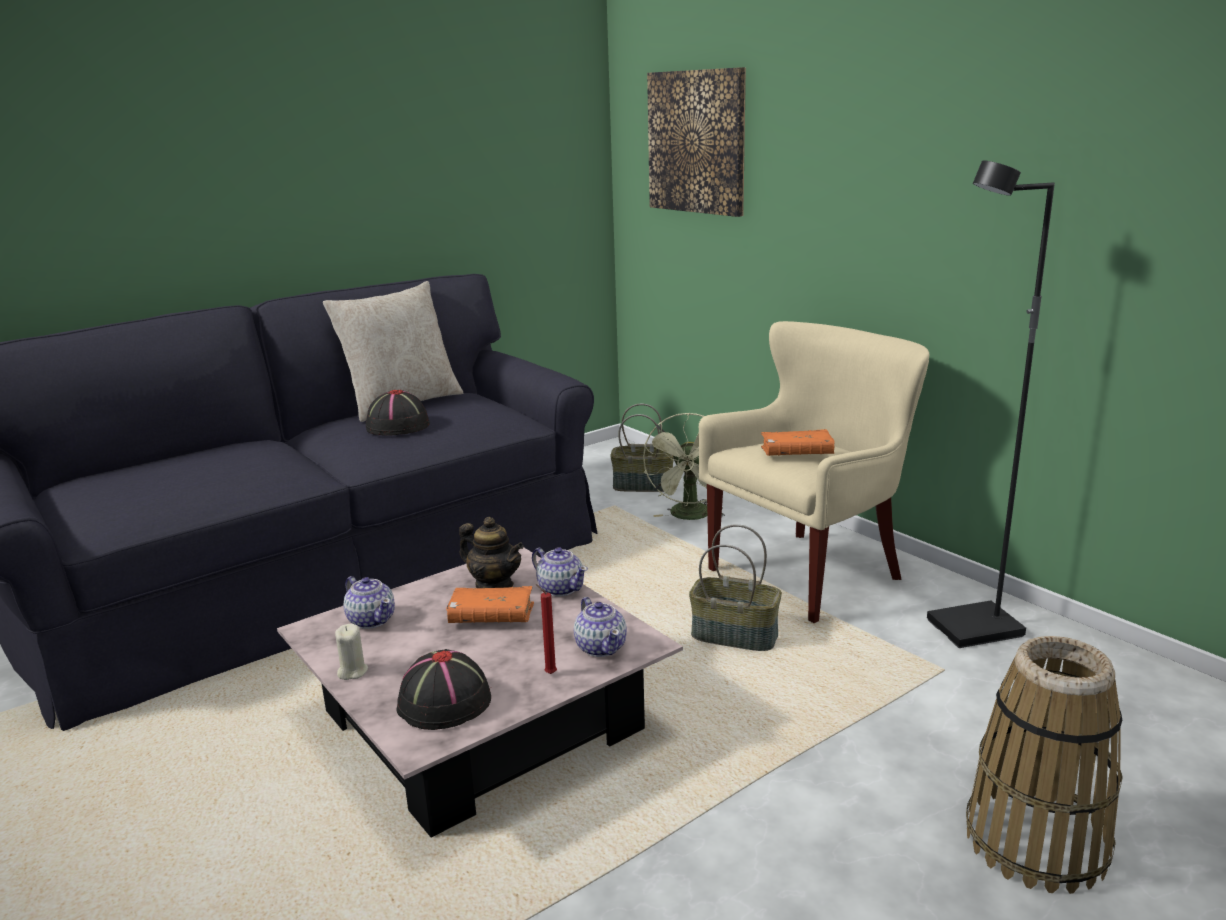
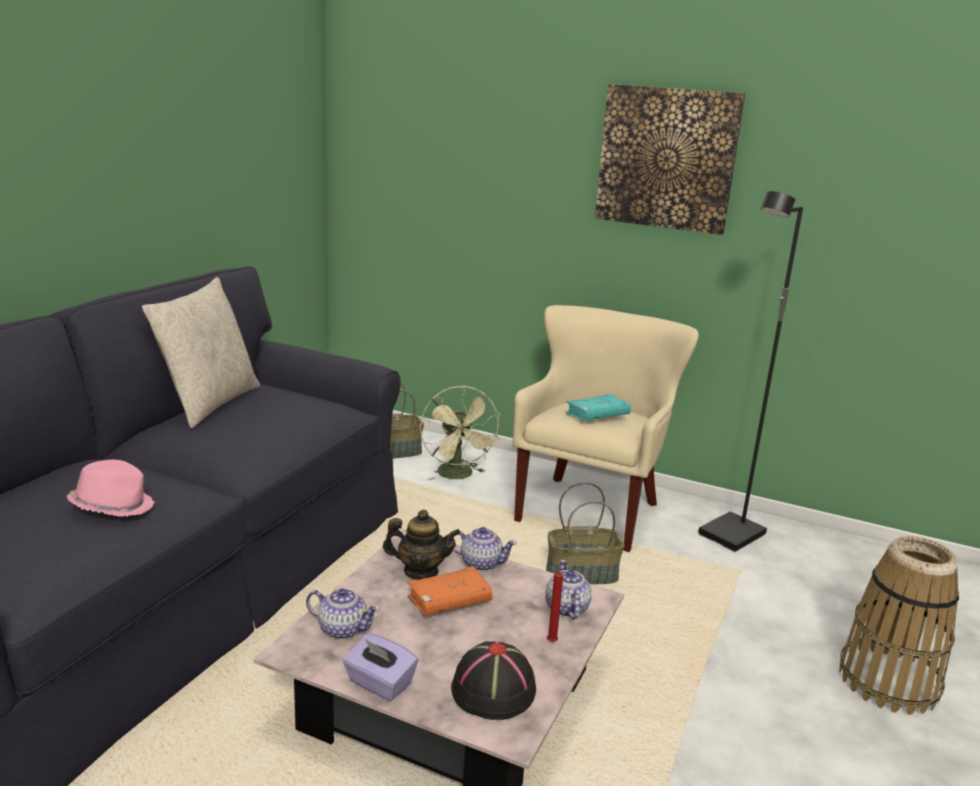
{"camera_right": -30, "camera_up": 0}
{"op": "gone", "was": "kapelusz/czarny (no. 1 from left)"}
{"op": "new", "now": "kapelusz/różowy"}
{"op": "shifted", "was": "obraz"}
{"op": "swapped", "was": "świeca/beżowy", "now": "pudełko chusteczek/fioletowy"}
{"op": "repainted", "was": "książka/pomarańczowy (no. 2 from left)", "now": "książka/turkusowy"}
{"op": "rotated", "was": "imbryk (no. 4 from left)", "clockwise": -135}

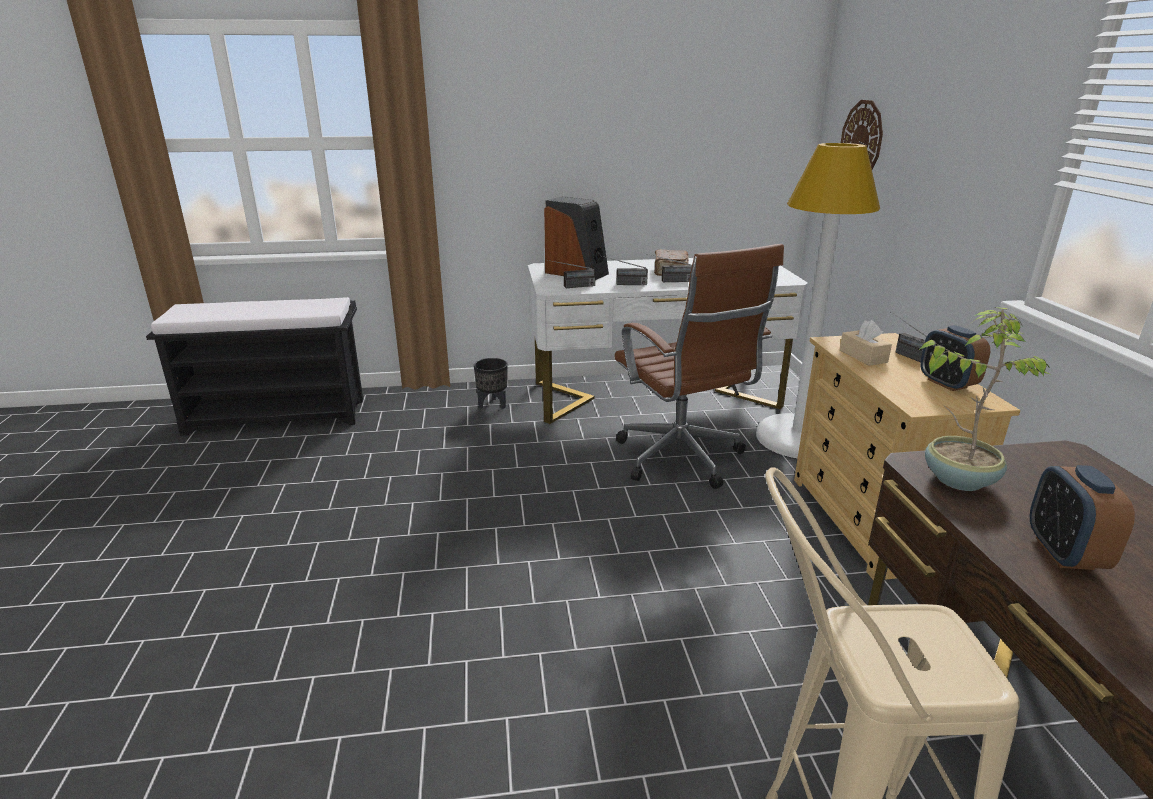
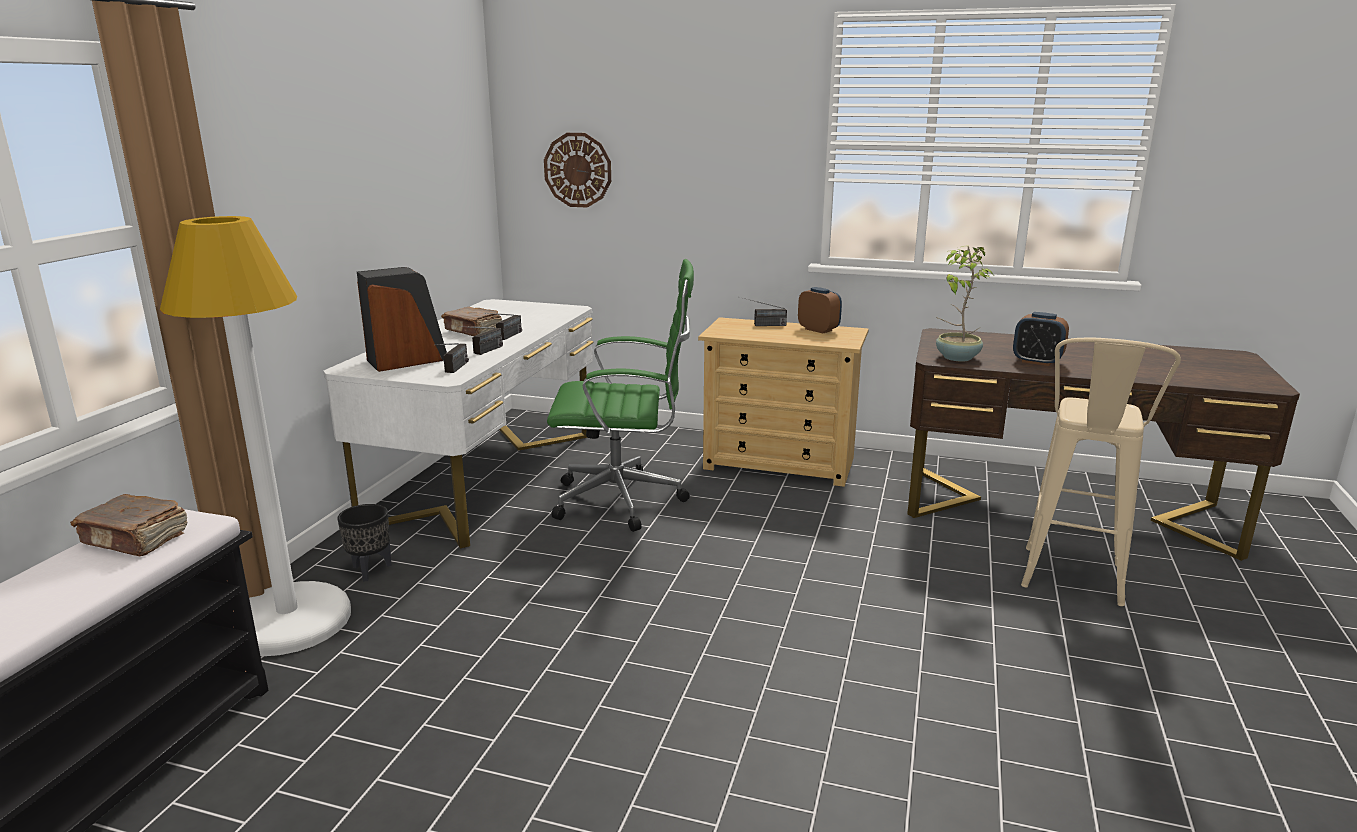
{"camera_right": -65, "camera_up": -5}
{"op": "gone", "was": "pudełko chusteczek/beżowy"}
{"op": "new", "now": "książka/brązowy (no. 1 from left)"}
{"op": "shifted", "was": "lampa stojąca/biały"}
{"op": "repainted", "was": "krzesło biurowe/brązowy", "now": "krzesło biurowe/zielony"}
{"op": "rotated", "was": "budzik (no. 1 from left)", "clockwise": -135}

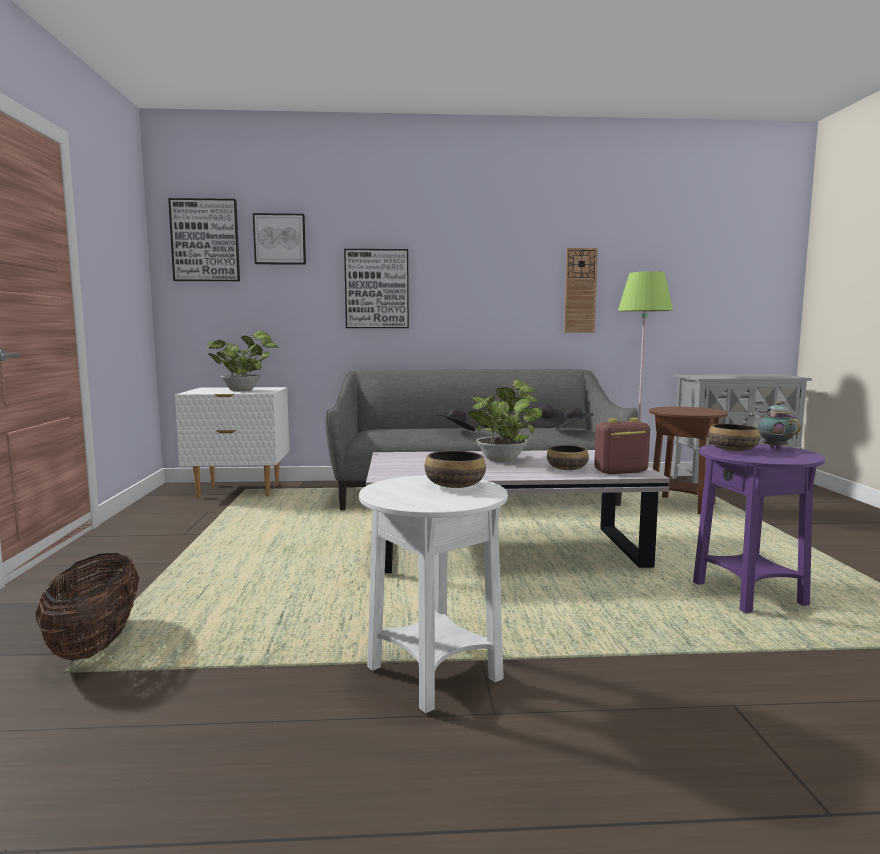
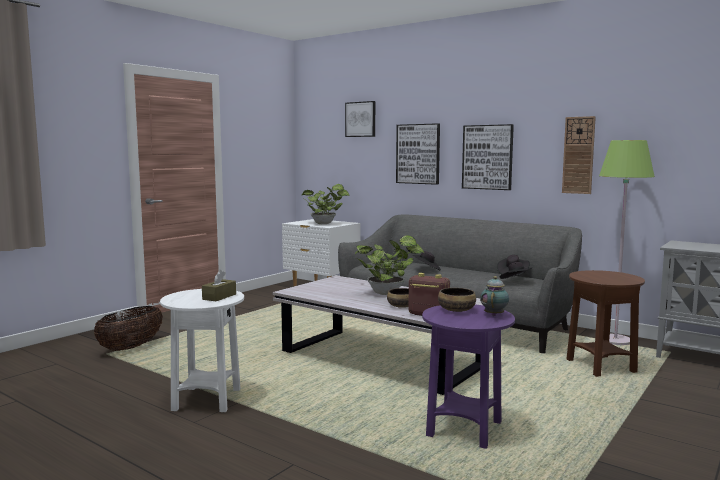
{"camera_right": 40, "camera_up": 0}
{"op": "shifted", "was": "obraz (no. 1 from left in the first image)", "now": "obraz (no. 3 from left)"}
{"op": "swapped", "was": "miska (no. 1 from left)", "now": "pudełko chusteczek/brązowy"}

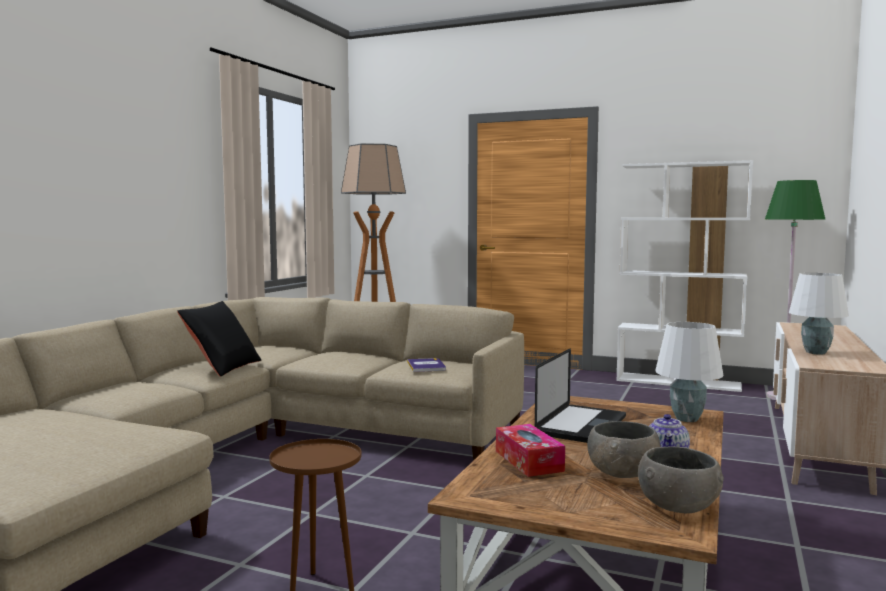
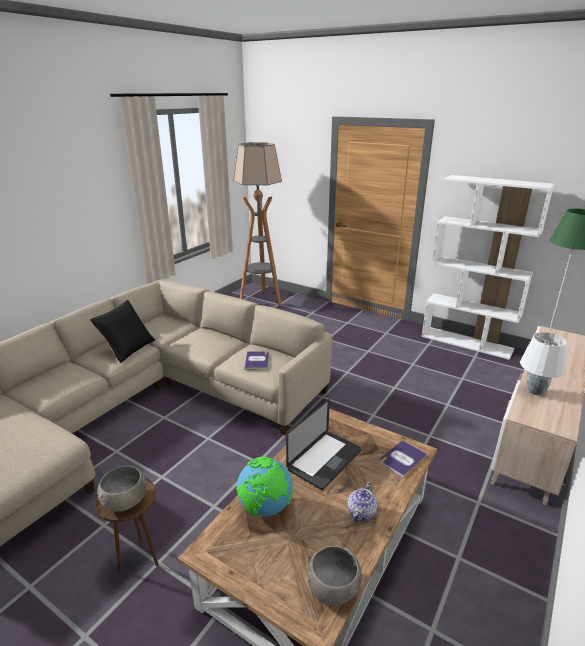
{"camera_right": 10, "camera_up": 20}
{"op": "shifted", "was": "miska/szary (no. 1 from left)"}
{"op": "swapped", "was": "pudełko chusteczek", "now": "globus"}
{"op": "swapped", "was": "lampa stołowa/biały (no. 1 from left)", "now": "książka (no. 2 from left)"}

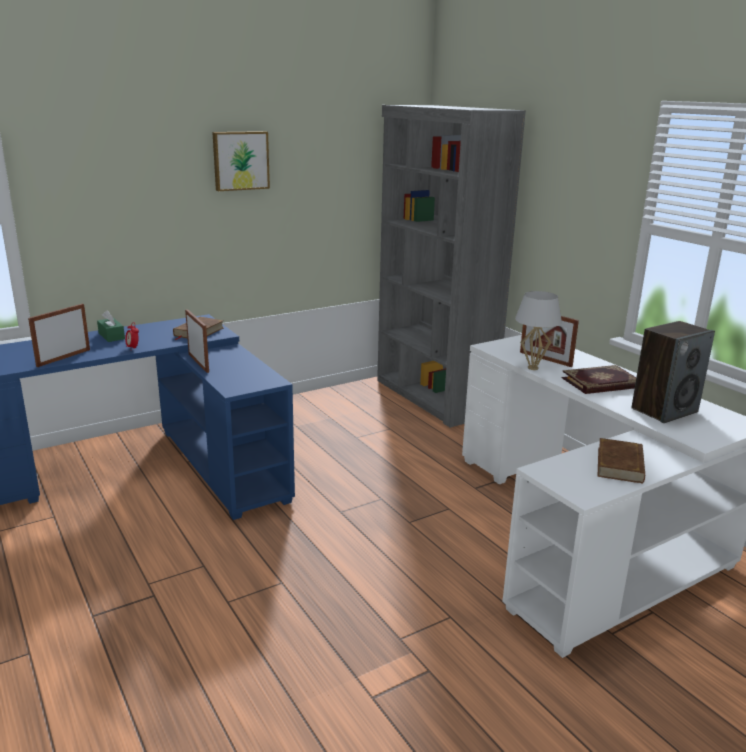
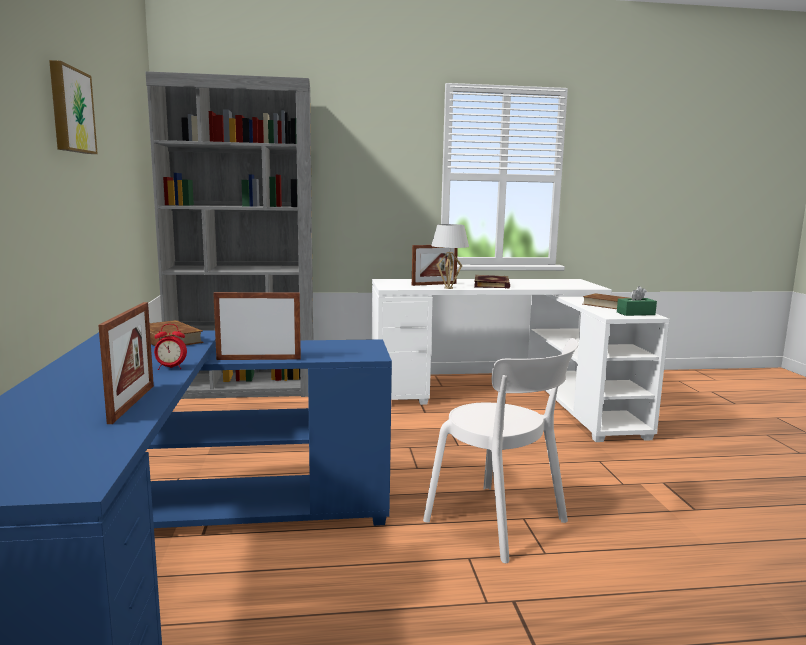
{"camera_right": -65, "camera_up": -10}
{"op": "gone", "was": "głośnik"}
{"op": "new", "now": "krzesło/biały"}
{"op": "shifted", "was": "pudełko chusteczek/zielony"}
{"op": "rotated", "was": "ramka na zdjęcie (no. 1 from left)", "clockwise": -150}

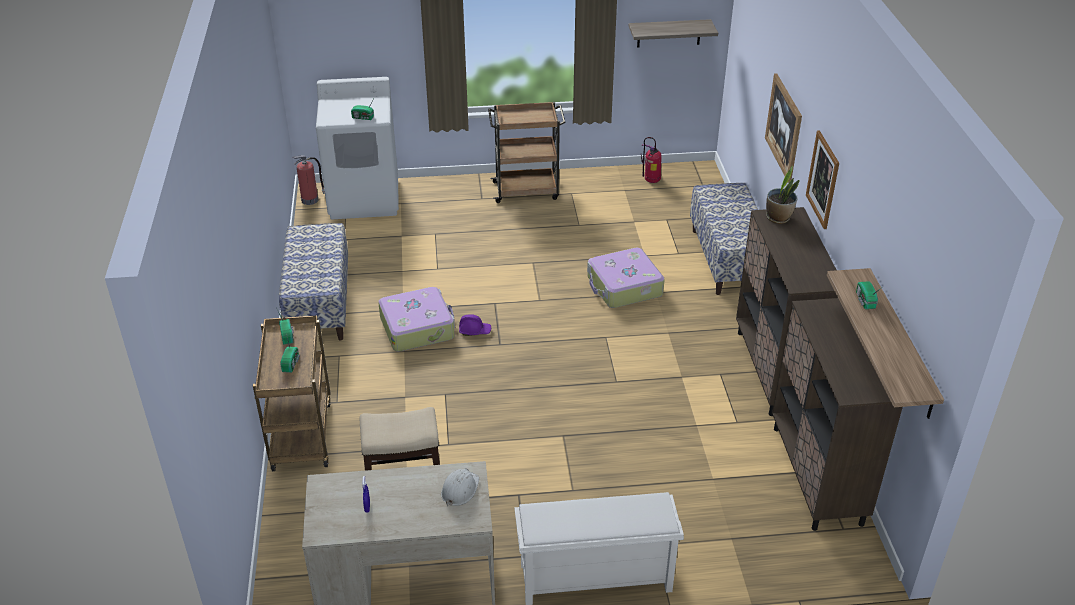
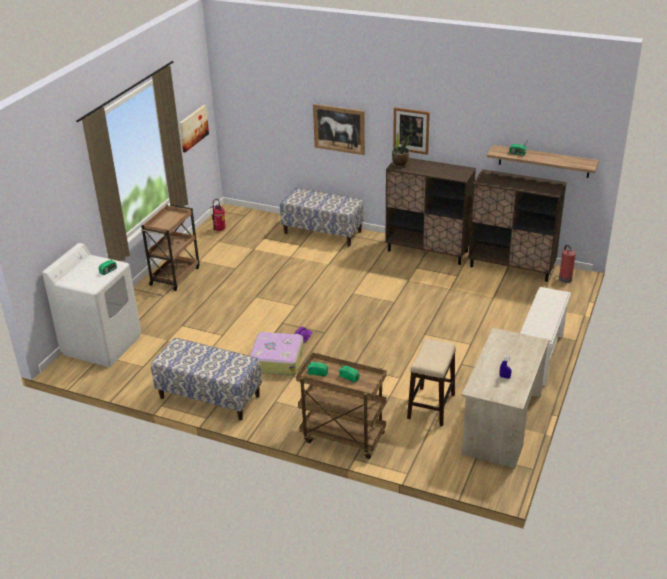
{"camera_right": -60, "camera_up": -5}
{"op": "gone", "was": "kask/biały"}
{"op": "gone", "was": "walizka (no. 2 from left)"}
{"op": "shifted", "was": "gaśnica (no. 1 from left in the first image)", "now": "gaśnica (no. 2 from left)"}
{"op": "swapped", "was": "półka (no. 1 from left)", "now": "obraz (no. 1 from left)"}

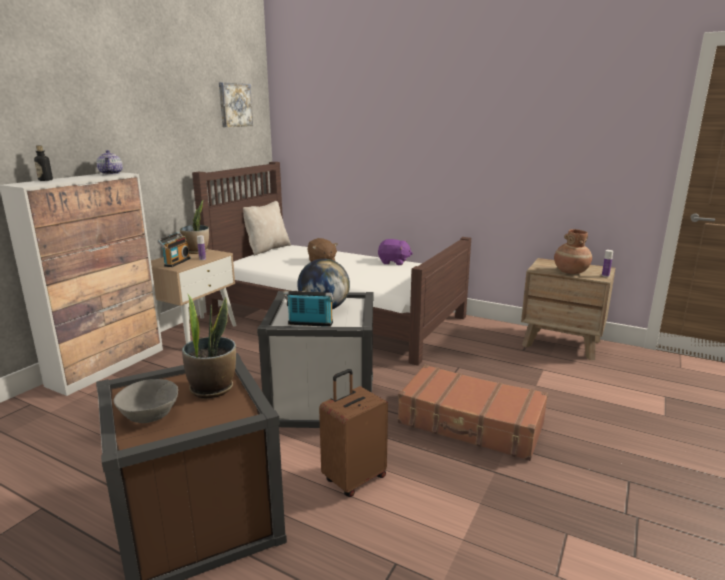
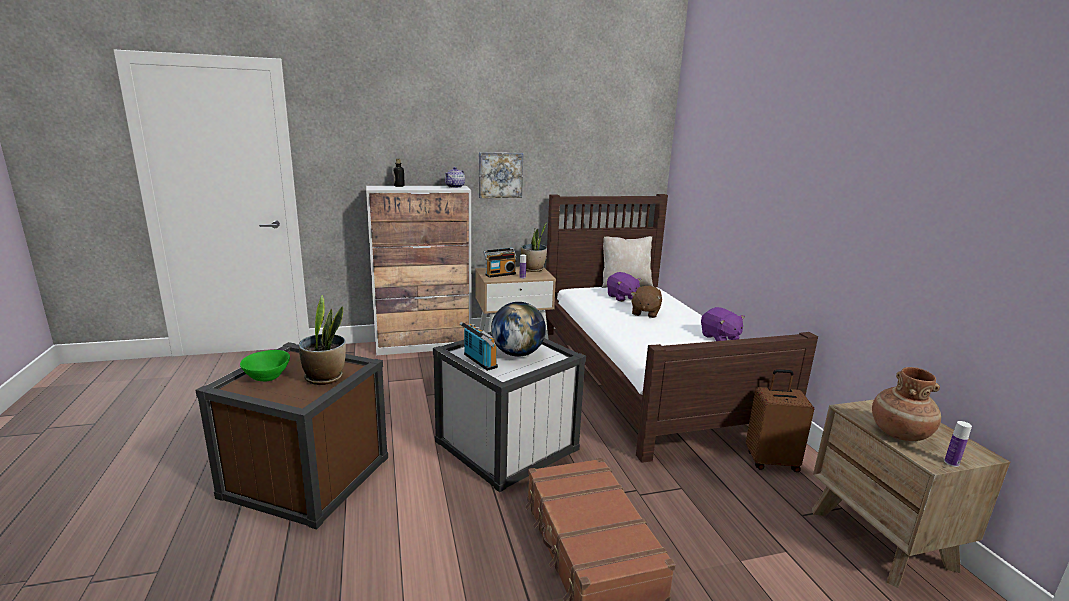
{"camera_right": 45, "camera_up": 0}
{"op": "new", "now": "pluszak/fioletowy (no. 1 from left)"}
{"op": "shifted", "was": "obraz"}
{"op": "shifted", "was": "walizka/brązowy (no. 1 from left in the first image)", "now": "walizka/brązowy (no. 2 from left)"}
{"op": "repainted", "was": "miska/szary", "now": "miska/zielony"}

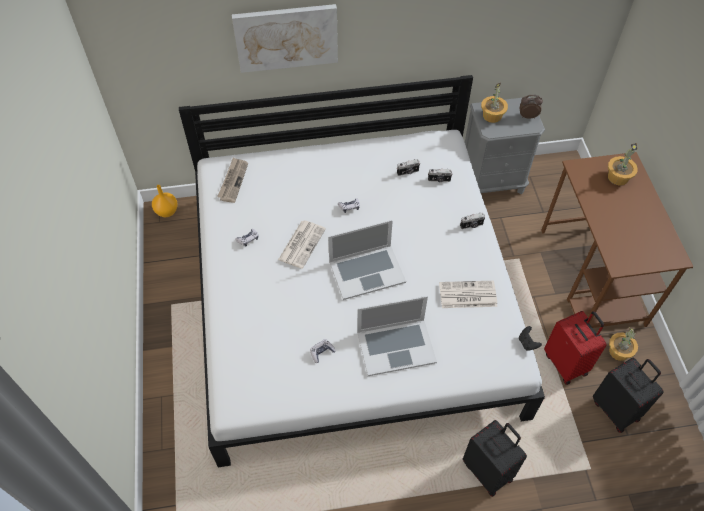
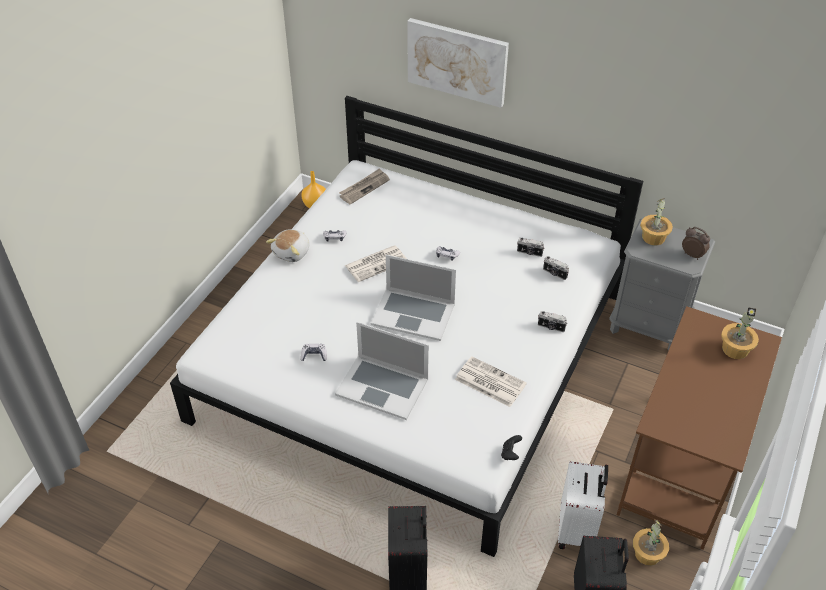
{"camera_right": 35, "camera_up": -10}
{"op": "new", "now": "pluszak"}
{"op": "repainted", "was": "walizka/czerwony", "now": "walizka/biały"}

